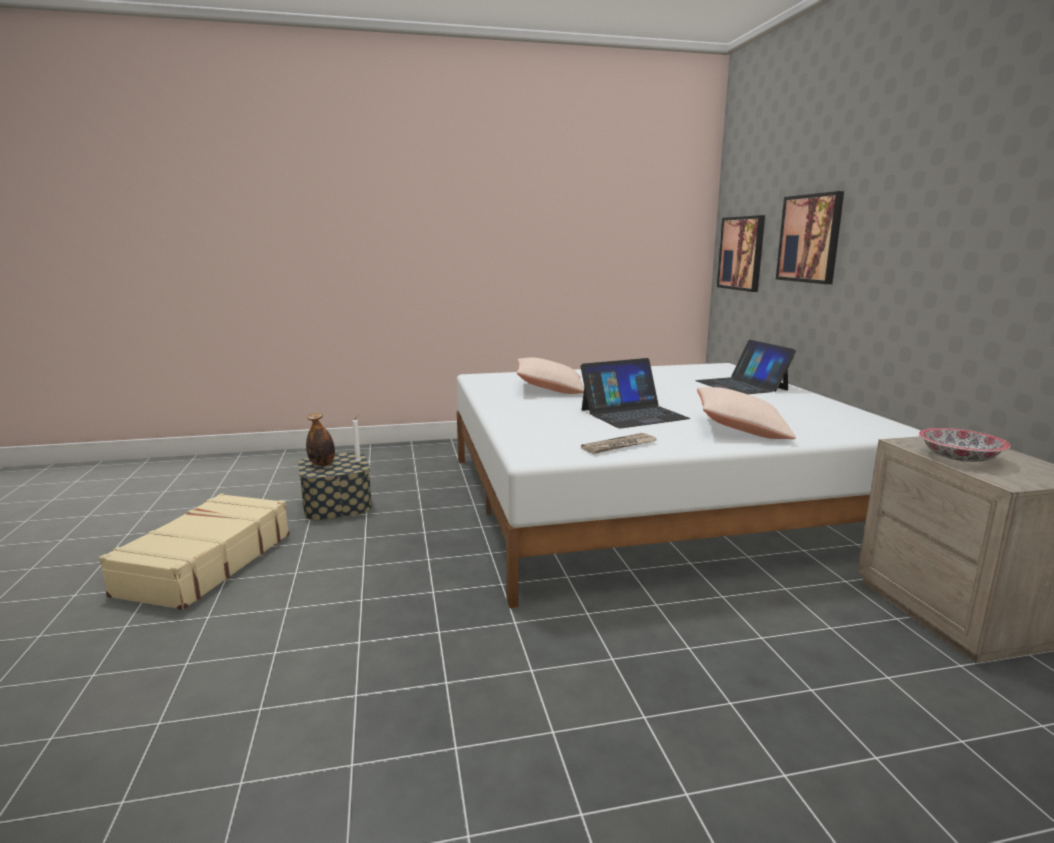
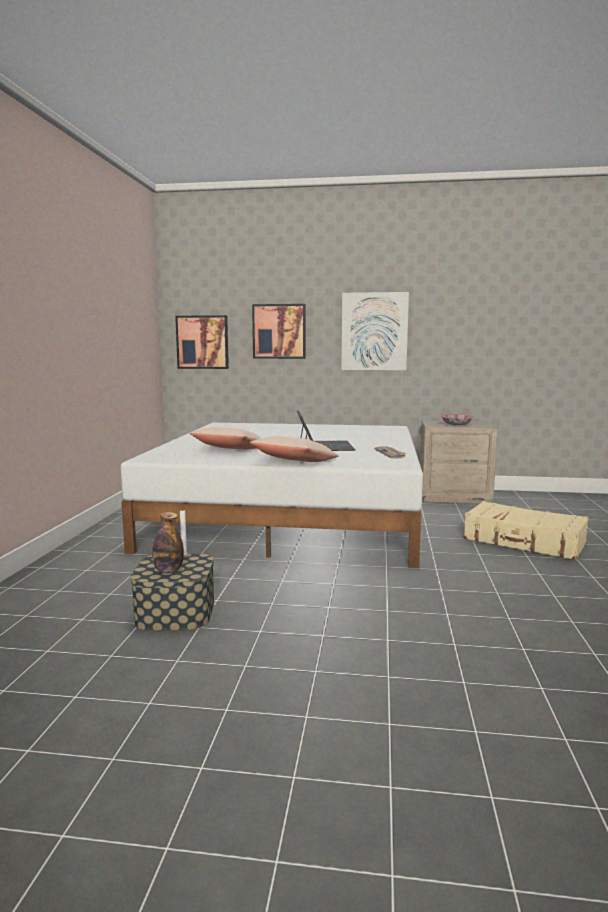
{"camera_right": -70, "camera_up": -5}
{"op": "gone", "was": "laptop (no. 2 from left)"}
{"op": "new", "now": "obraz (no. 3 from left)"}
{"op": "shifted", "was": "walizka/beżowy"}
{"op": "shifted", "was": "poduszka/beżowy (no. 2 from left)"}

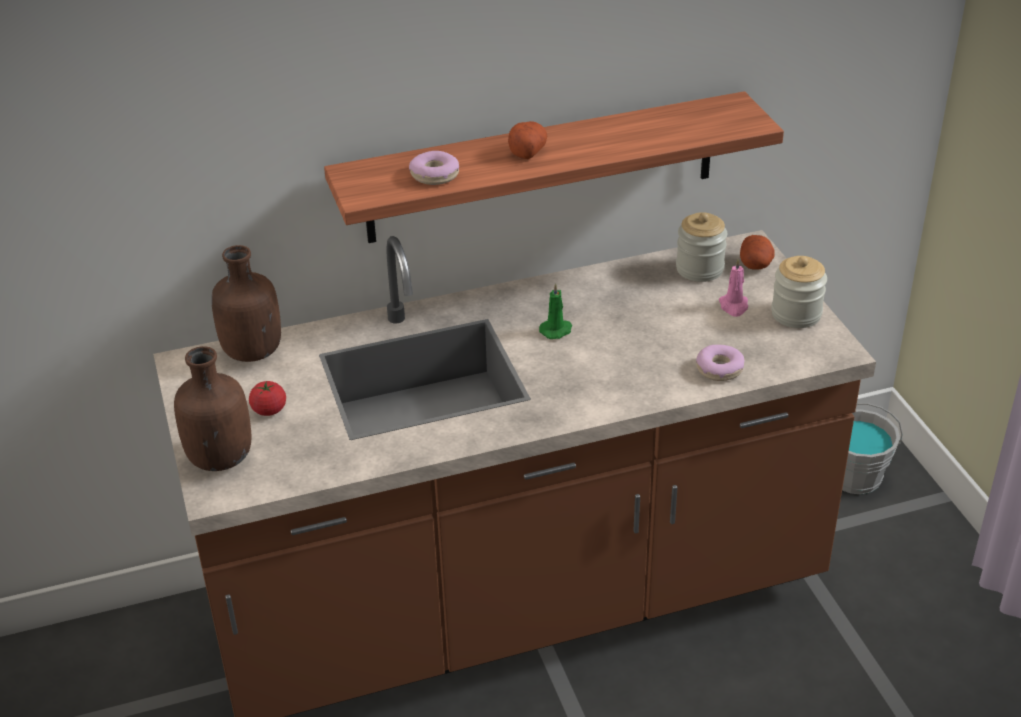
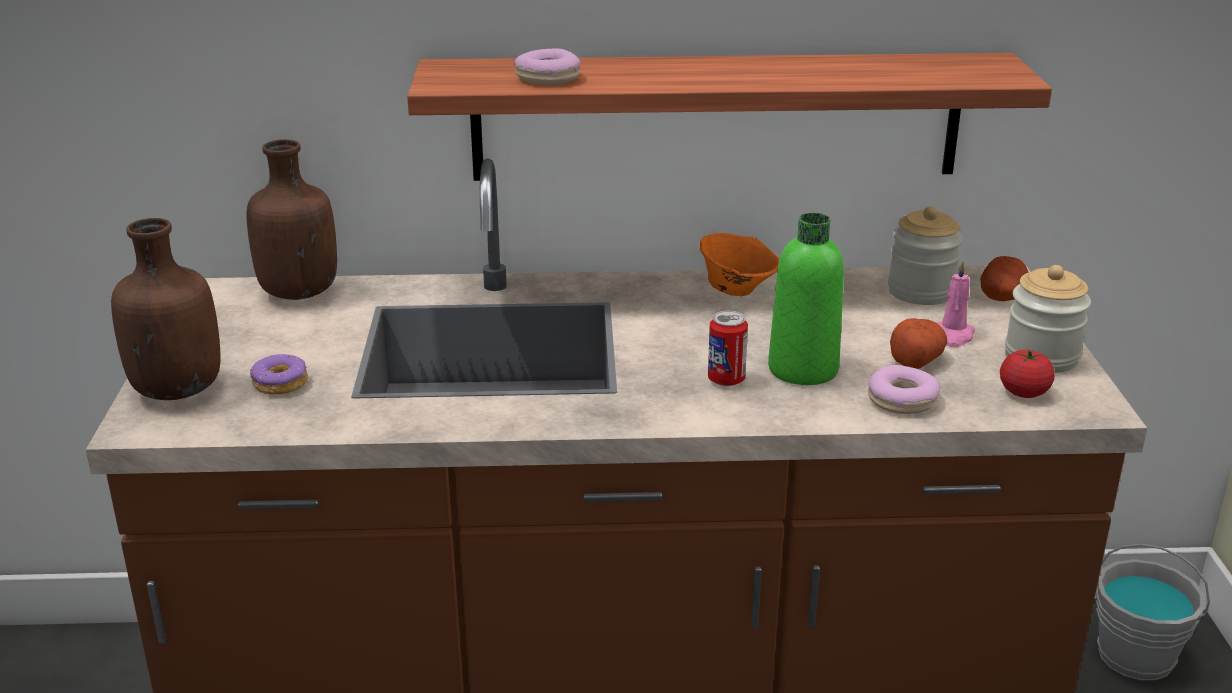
{"camera_right": 15, "camera_up": -10}
{"op": "gone", "was": "świeca/zielony"}
{"op": "new", "now": "donut (no. 1 from left)"}
{"op": "new", "now": "miska/pomarańczowy"}
{"op": "new", "now": "puszka"}
{"op": "new", "now": "butelka/zielony"}
{"op": "shifted", "was": "pomidor"}
{"op": "shifted", "was": "ziemniak (no. 1 from left)"}

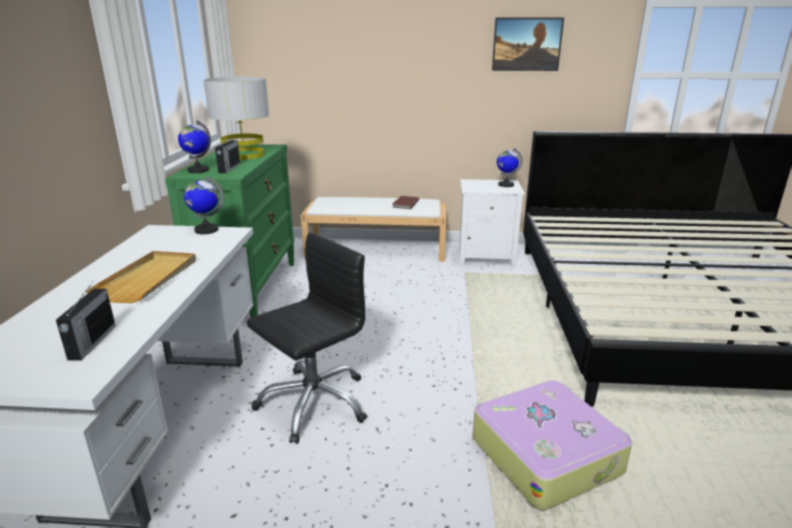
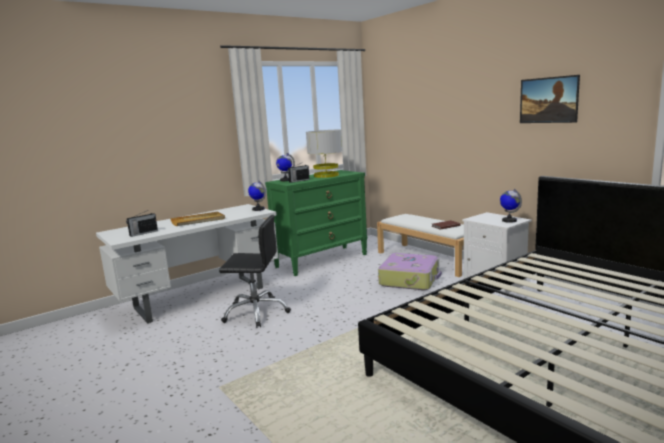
{"camera_right": 50, "camera_up": -10}
{"op": "shifted", "was": "walizka"}

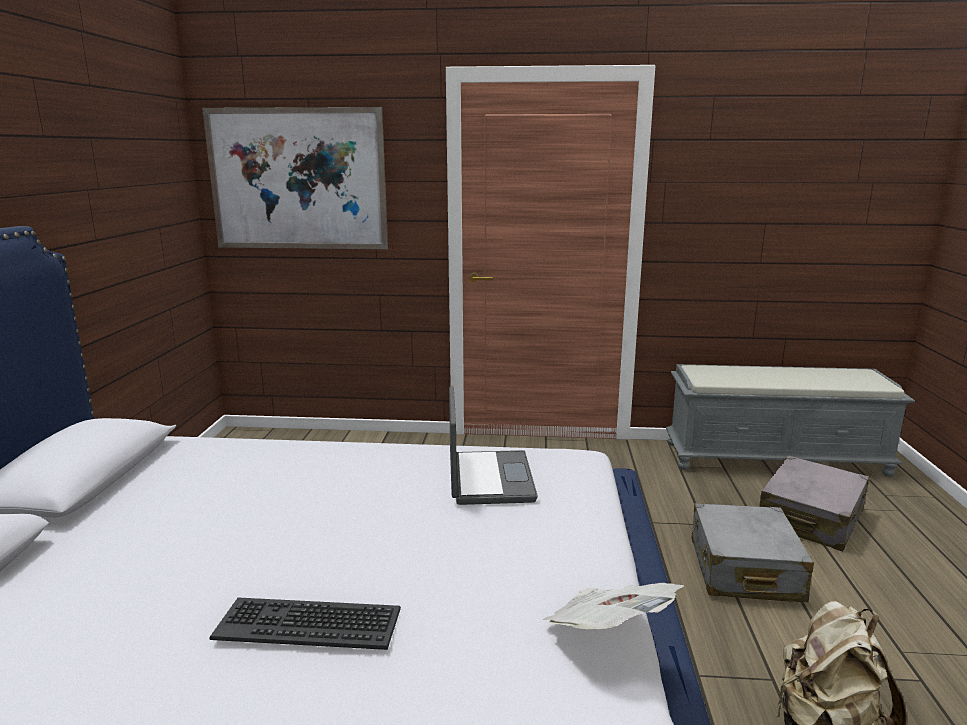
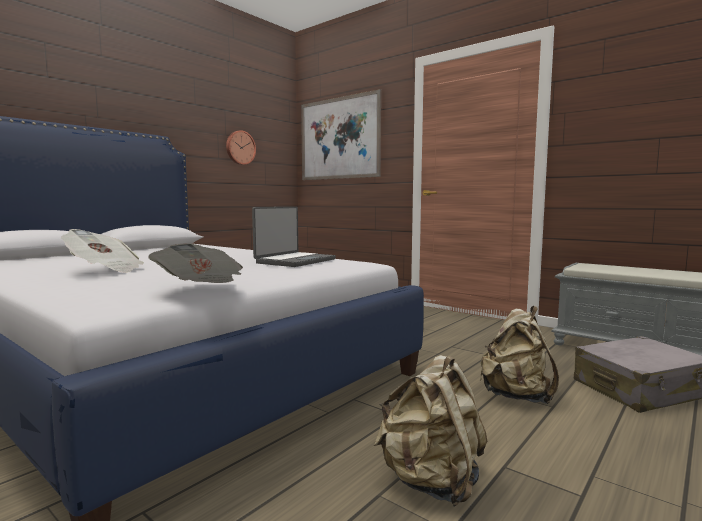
{"camera_right": 35, "camera_up": -10}
{"op": "new", "now": "zegar ścienny"}
{"op": "swapped", "was": "klawiatura", "now": "gazeta (no. 1 from left)"}
{"op": "swapped", "was": "walizka/szary (no. 1 from left)", "now": "plecak/beżowy (no. 2 from left)"}

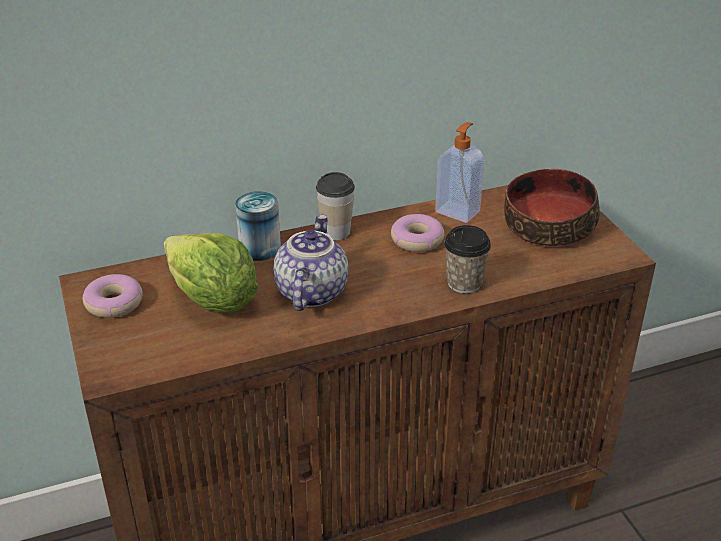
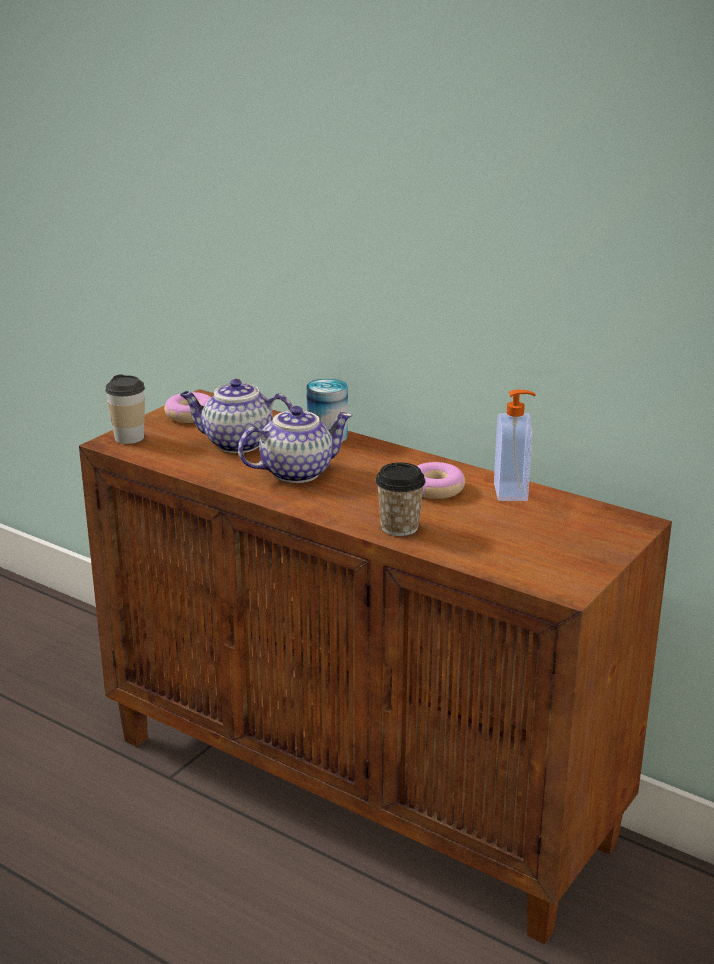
{"camera_right": 55, "camera_up": -10}
{"op": "gone", "was": "miska"}
{"op": "shifted", "was": "filiżanka (no. 1 from left)"}
{"op": "swapped", "was": "sałata", "now": "imbryk (no. 1 from left)"}

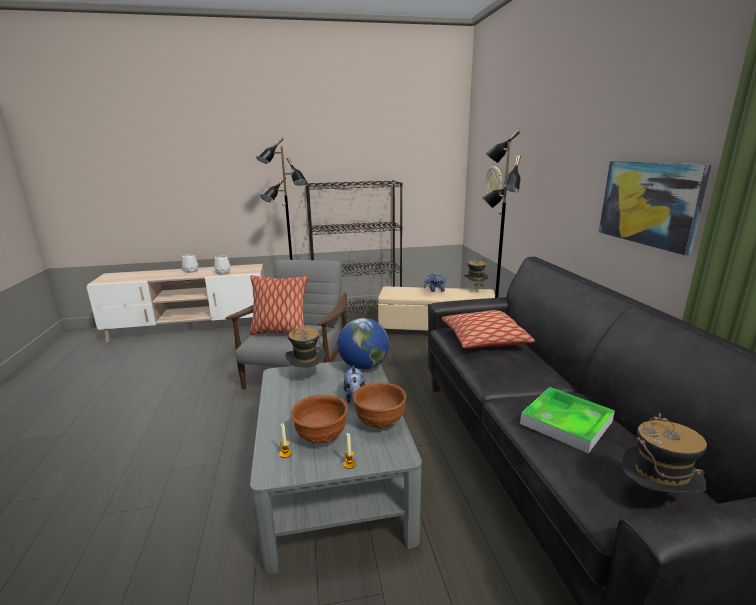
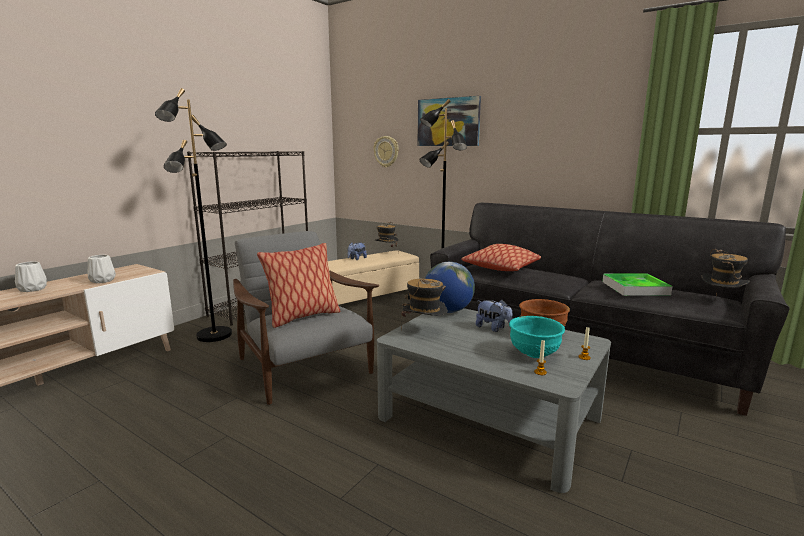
{"camera_right": -45, "camera_up": -5}
{"op": "shifted", "was": "obraz"}
{"op": "repainted", "was": "miska/brązowy (no. 1 from left)", "now": "miska/turkusowy"}

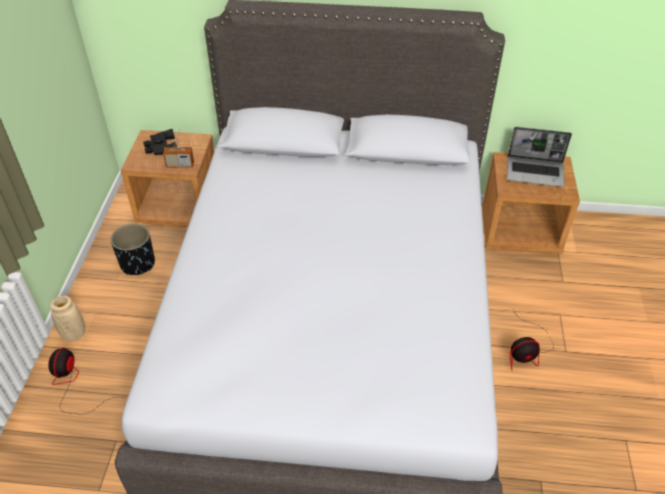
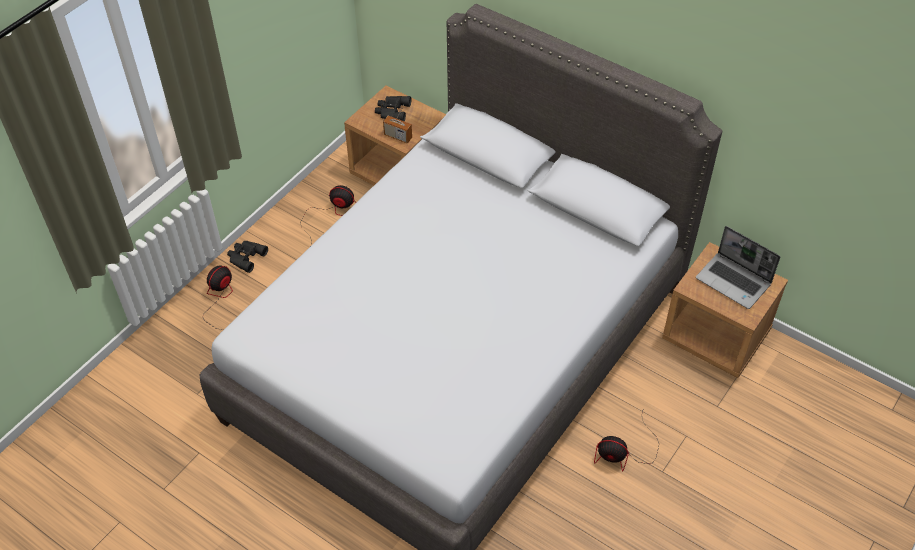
{"camera_right": 30, "camera_up": 5}
{"op": "swapped", "was": "wazon/beżowy", "now": "lornetka/czarny (no. 1 from left)"}
{"op": "swapped", "was": "donica/czarny", "now": "wentylator (no. 2 from left)"}

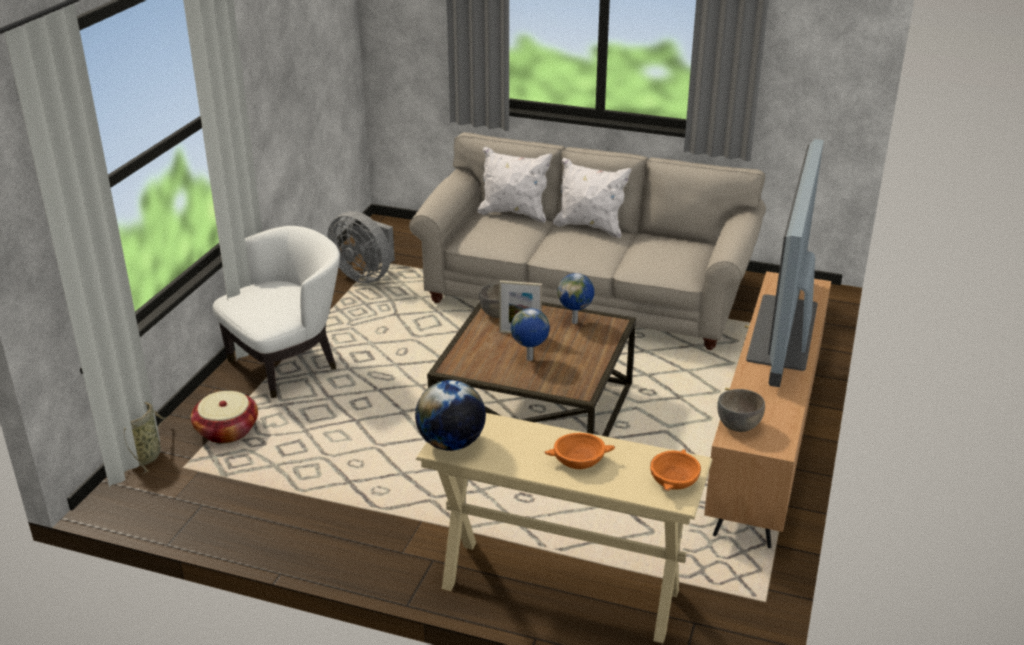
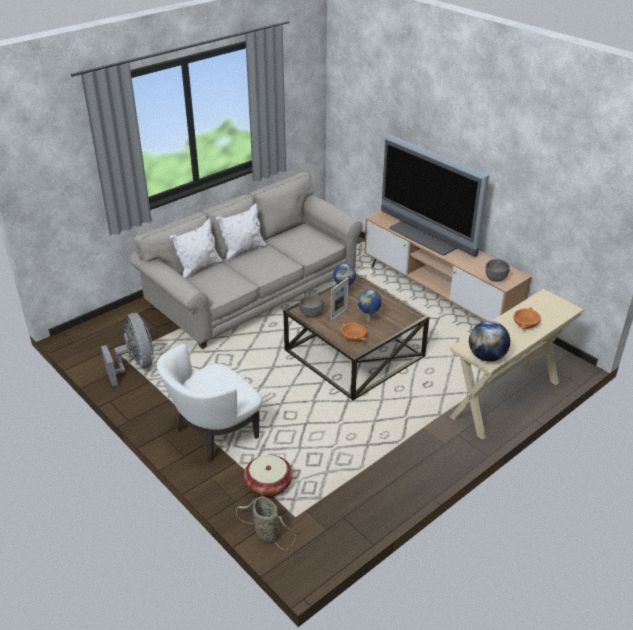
{"camera_right": -60, "camera_up": 5}
{"op": "shifted", "was": "miska/pomarańczowy (no. 2 from left in the first image)", "now": "miska/pomarańczowy (no. 1 from left)"}
{"op": "rotated", "was": "fotel/biały", "clockwise": -120}
{"op": "rotated", "was": "wentylator/szary", "clockwise": -90}

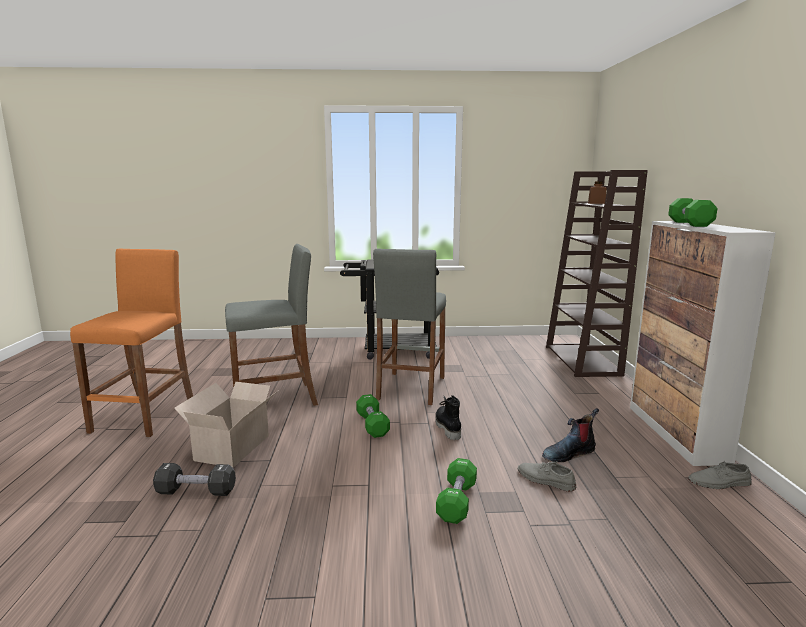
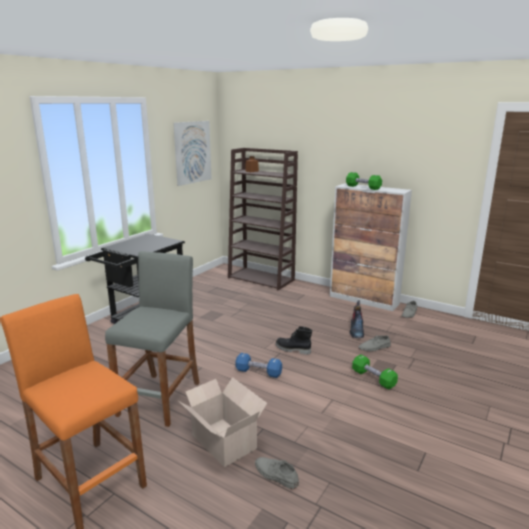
{"camera_right": -55, "camera_up": 5}
{"op": "gone", "was": "stołek/szary (no. 2 from left)"}
{"op": "new", "now": "obraz"}
{"op": "swapped", "was": "hantel/czarny", "now": "but/szary (no. 1 from left)"}
{"op": "repainted", "was": "hantel/zielony (no. 1 from left)", "now": "hantel/niebieski"}

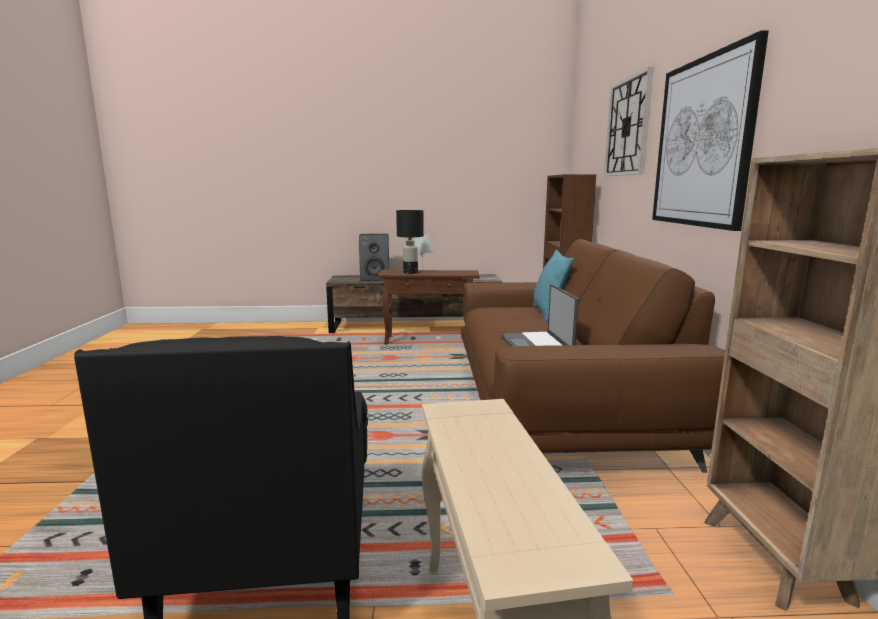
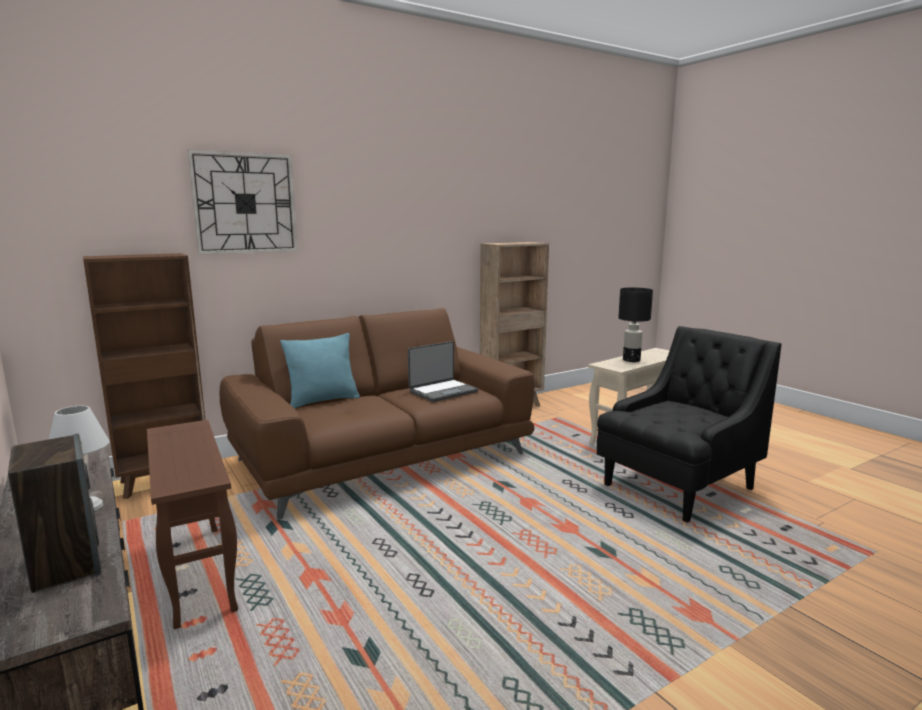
{"camera_right": -120, "camera_up": 0}
{"op": "gone", "was": "obraz"}
{"op": "shifted", "was": "lampa stołowa/czarny"}

